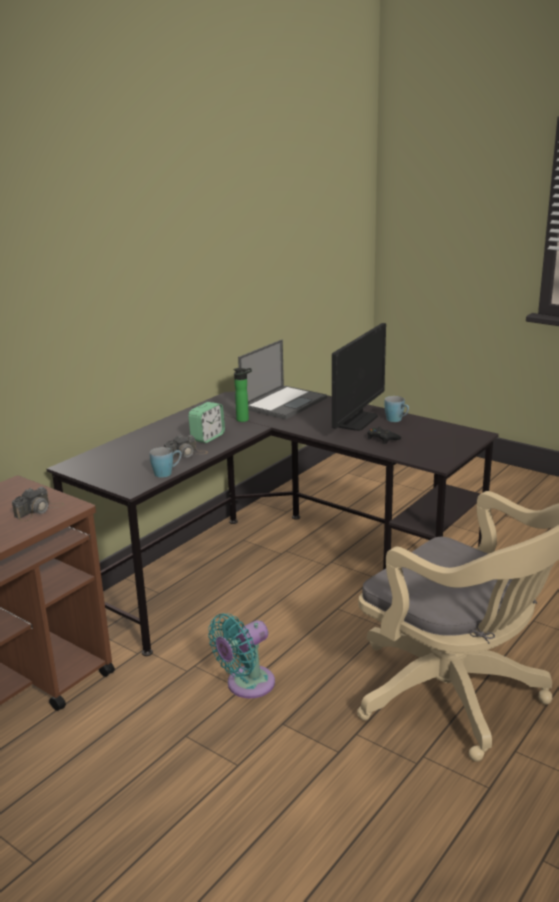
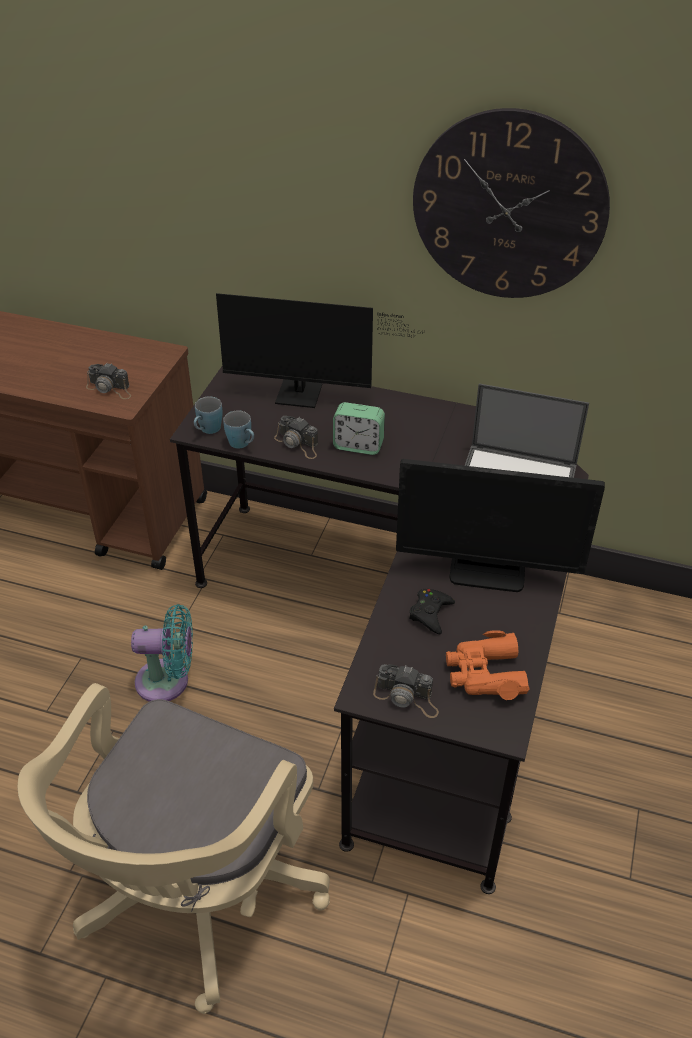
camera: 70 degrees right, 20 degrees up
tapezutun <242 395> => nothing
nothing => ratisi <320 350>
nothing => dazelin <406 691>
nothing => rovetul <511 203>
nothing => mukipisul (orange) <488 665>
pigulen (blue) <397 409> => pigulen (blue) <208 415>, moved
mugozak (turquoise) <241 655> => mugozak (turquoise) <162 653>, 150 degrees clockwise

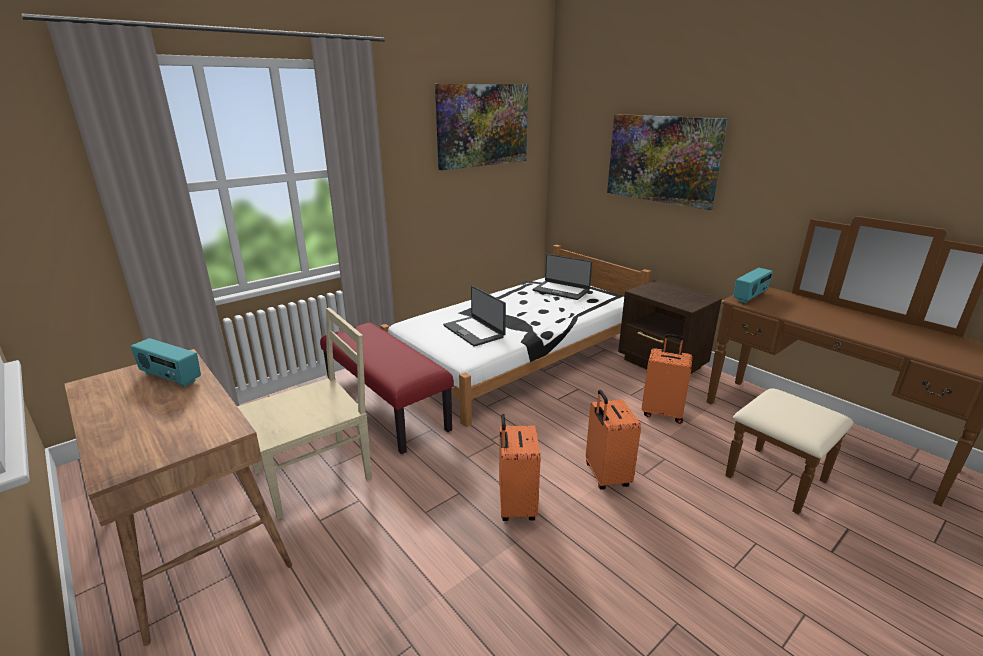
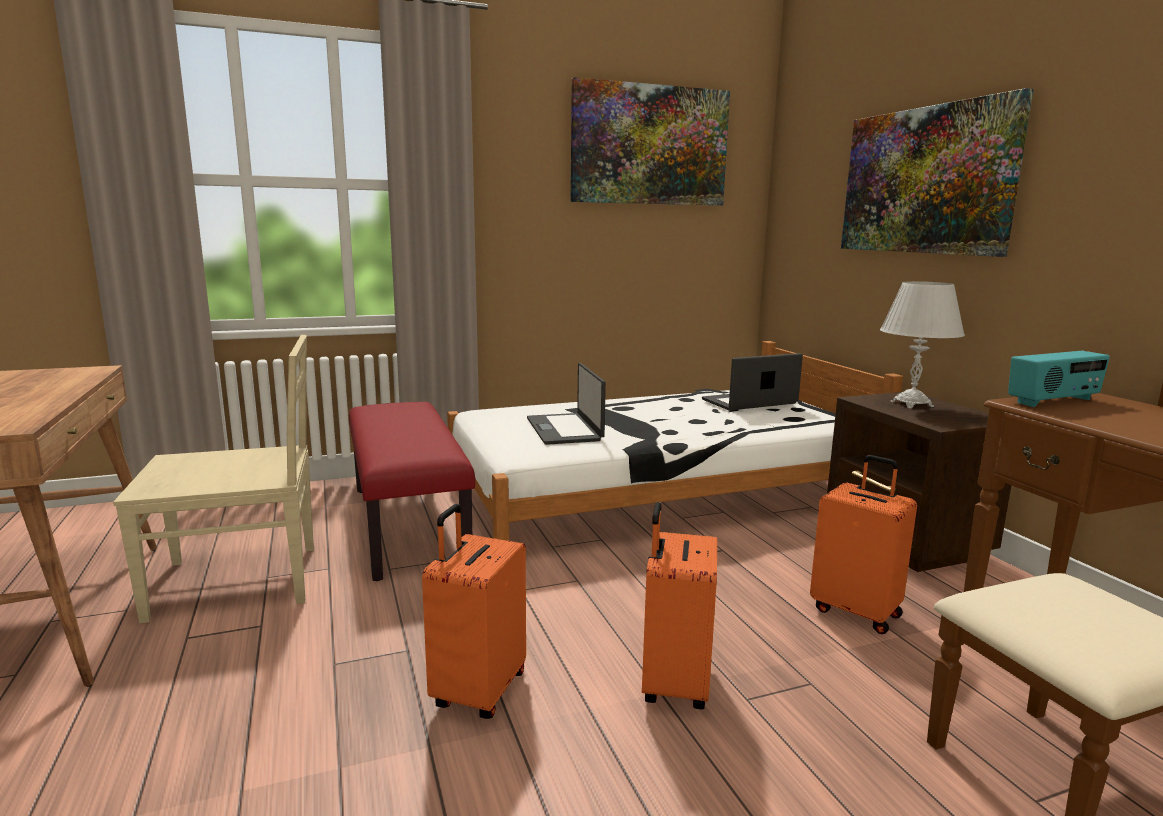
camera: 20 degrees right, 10 degrees down
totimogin <165 362> => nothing
nothing => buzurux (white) <922 344>
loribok <562 277> => loribok <752 382>, 105 degrees clockwise

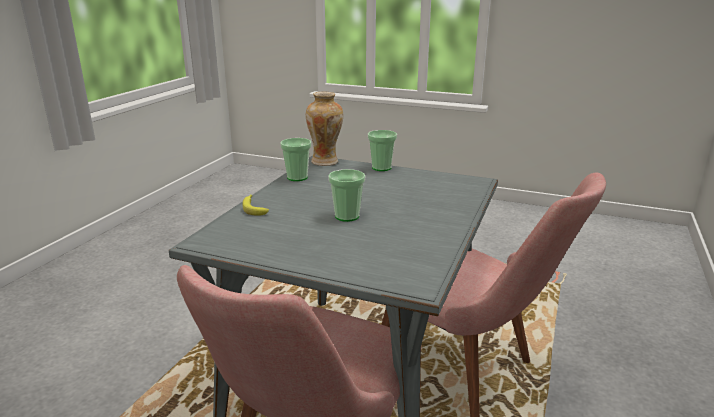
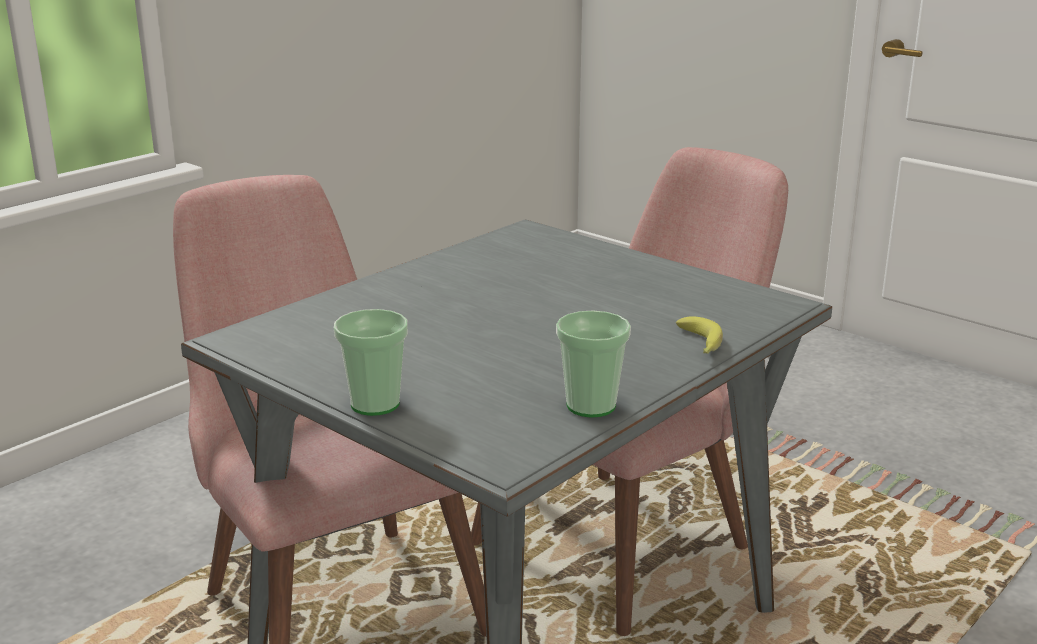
camera: 160 degrees left, 0 degrees up
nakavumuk <324 129> => nothing
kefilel <346 195> => nothing

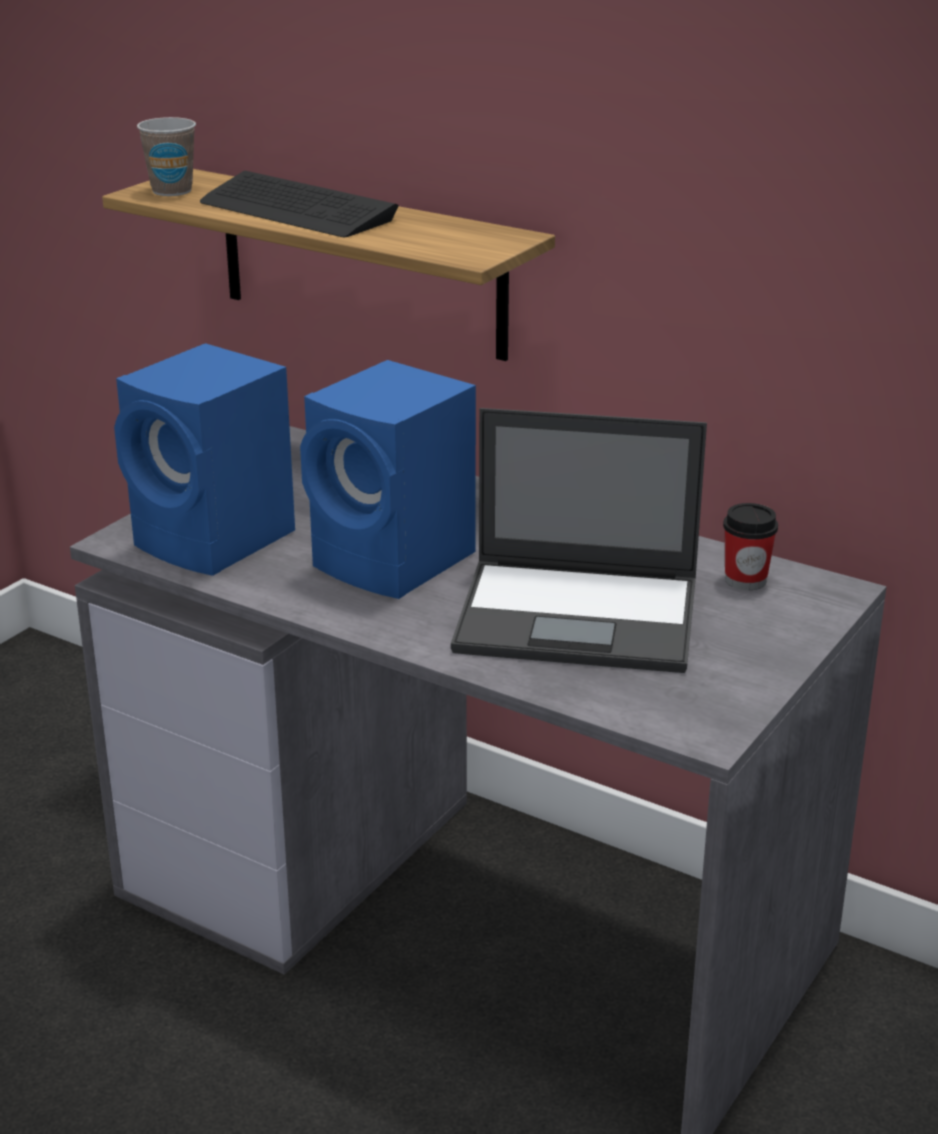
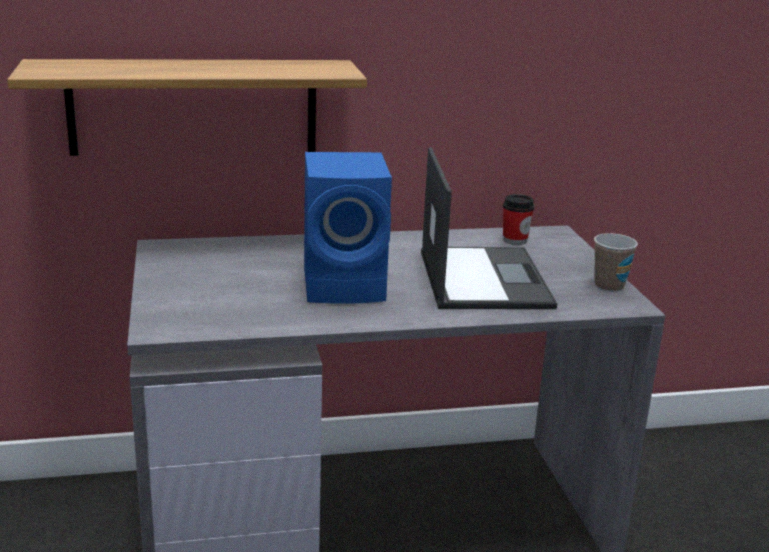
camera: 45 degrees left, 5 degrees down
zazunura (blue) <204 459> => nothing
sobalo <299 204> => nothing
kefilel <166 156> => kefilel <616 262>, moved
loribok <579 540> => loribok <489 228>, 60 degrees counterclockwise

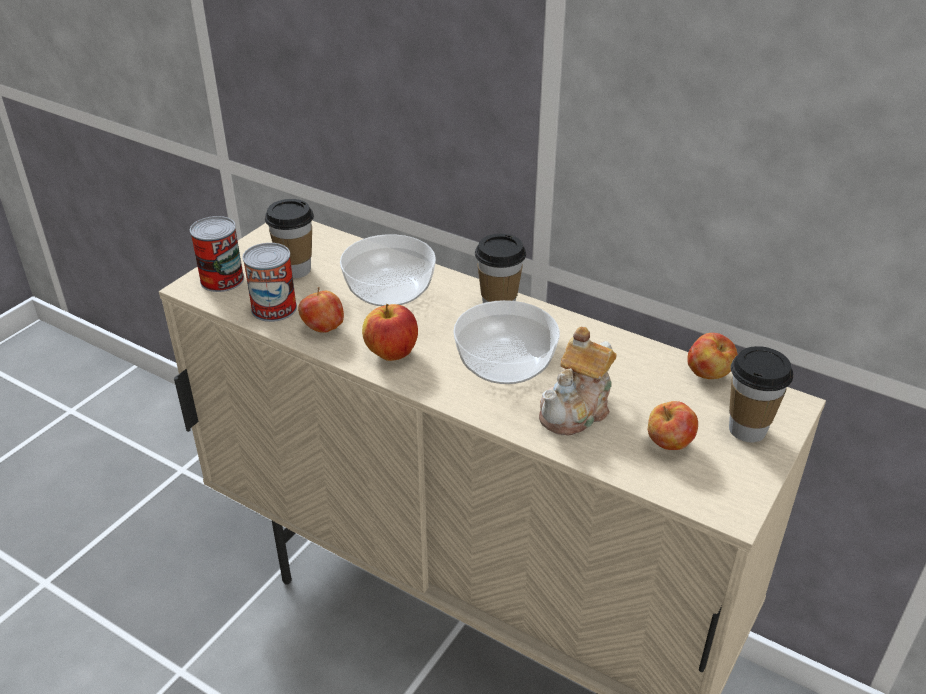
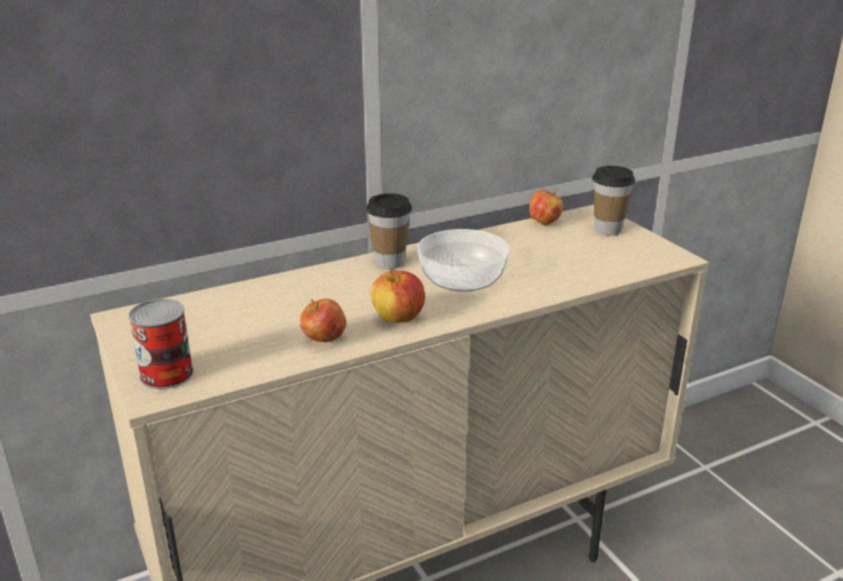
camera: 60 degrees left, 10 degrees down
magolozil <269 282> => nothing
kefilel <289 238> => nothing
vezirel <388 270> => nothing
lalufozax <578 381> => nothing
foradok <673 425> => nothing

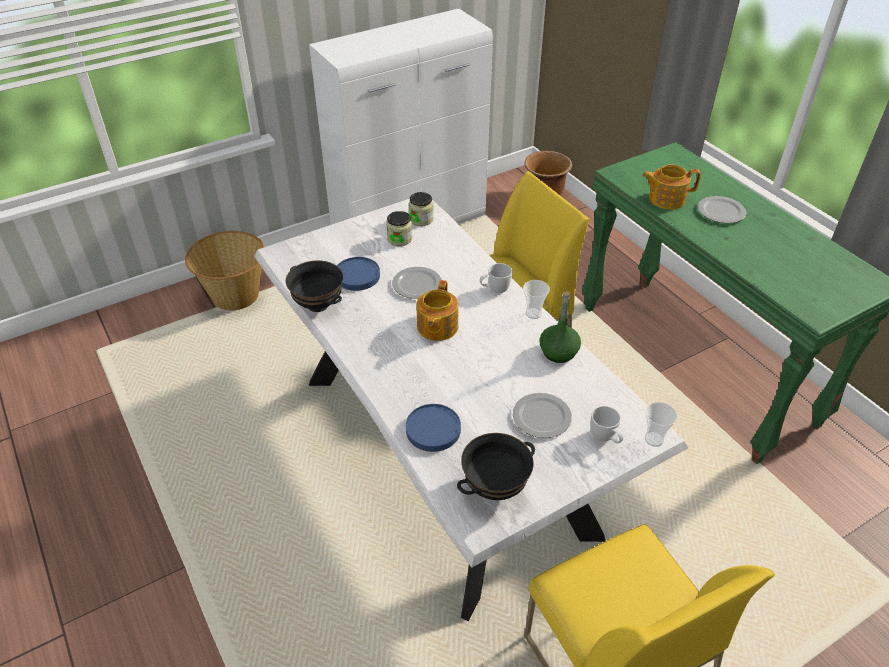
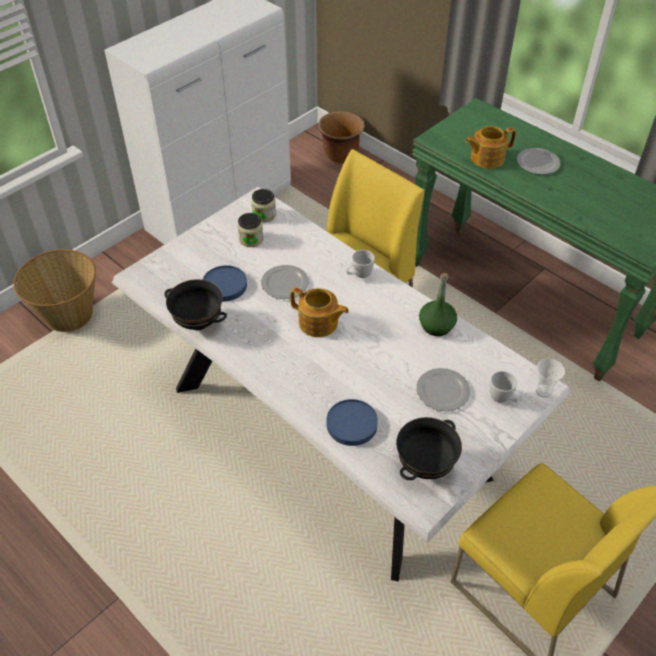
camera: 15 degrees left, 5 degrees up
kefilel <536 299> => nothing
lalufozax <437 310> => lalufozax <319 312>, 60 degrees counterclockwise

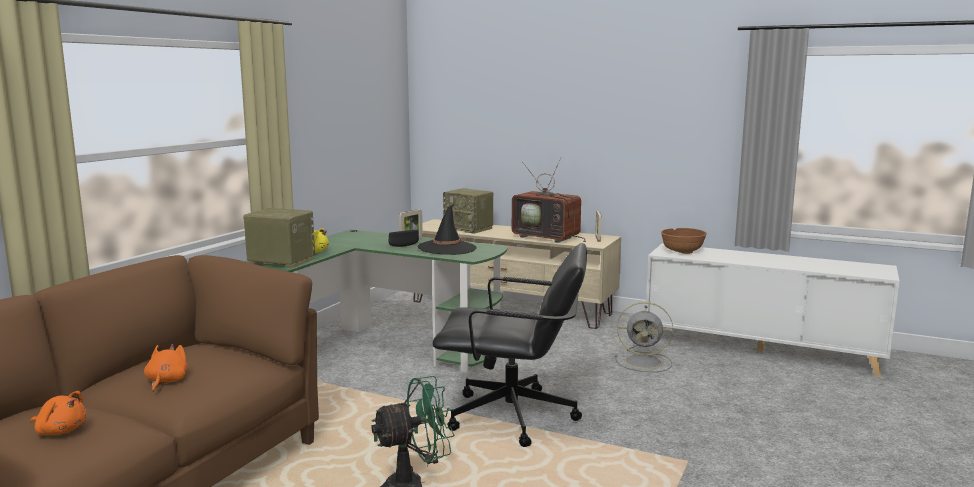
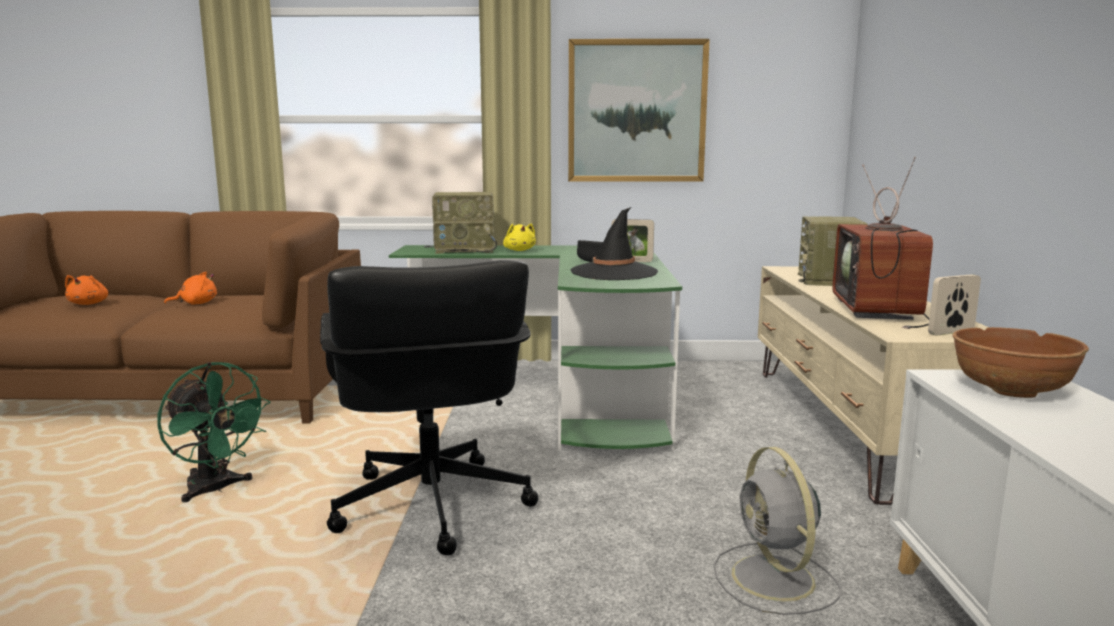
camera: 65 degrees right, 0 degrees up
nothing => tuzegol <639 110>
totimogin <279 238> => totimogin <464 223>, 90 degrees clockwise

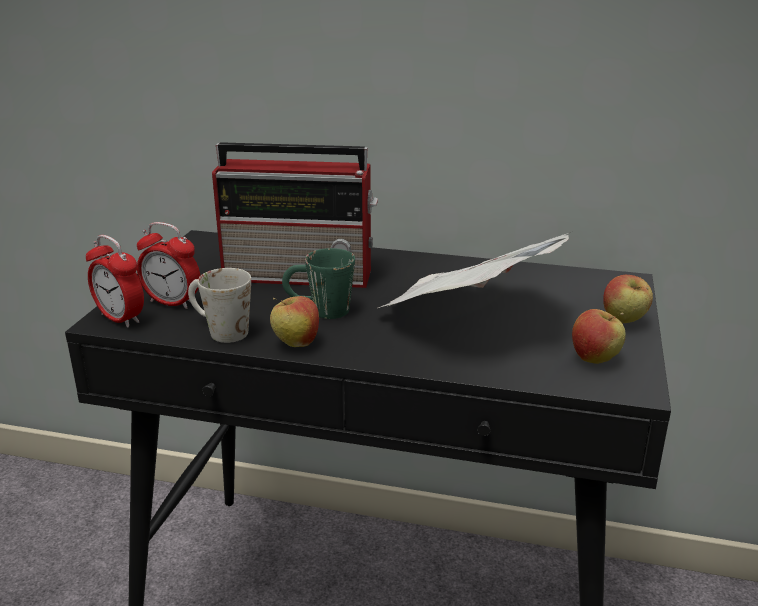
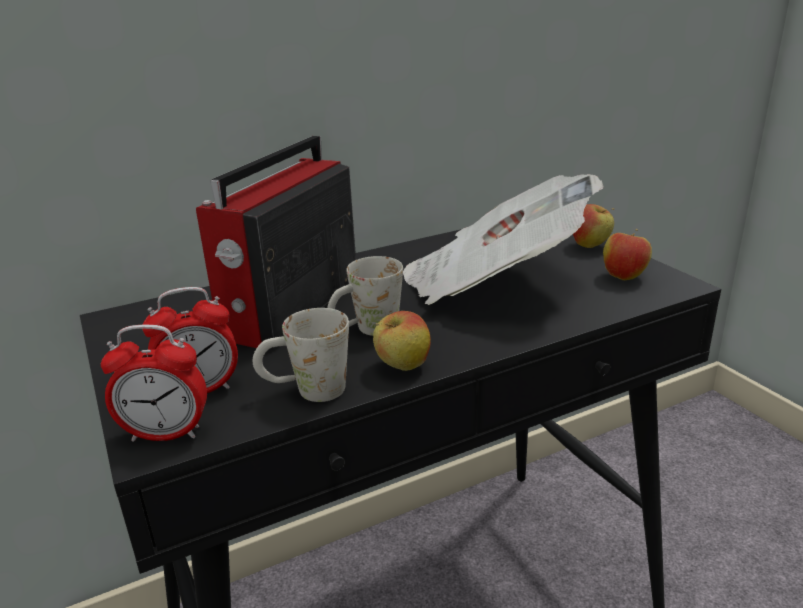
camera: 40 degrees left, 0 degrees up
pigulen (green) <318 283> => pigulen (white) <365 296>
totimogin <295 215> => totimogin <276 242>, 150 degrees clockwise

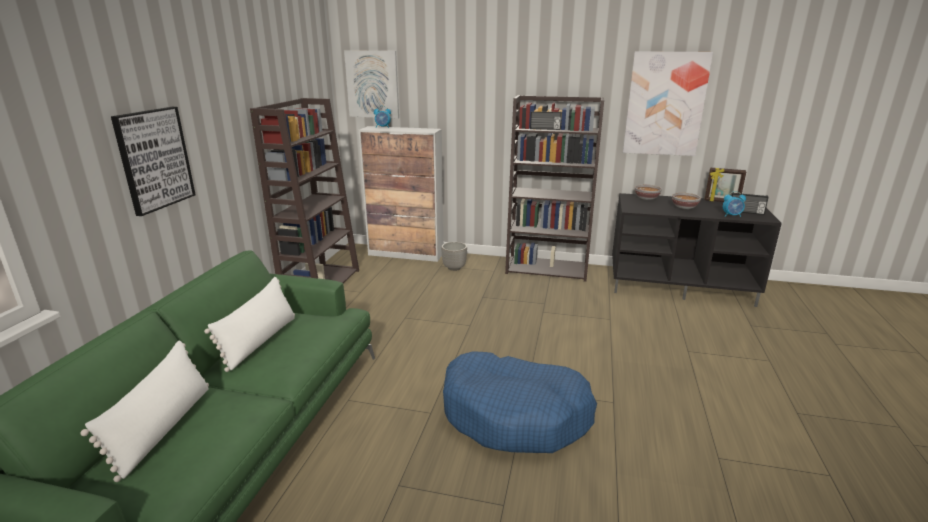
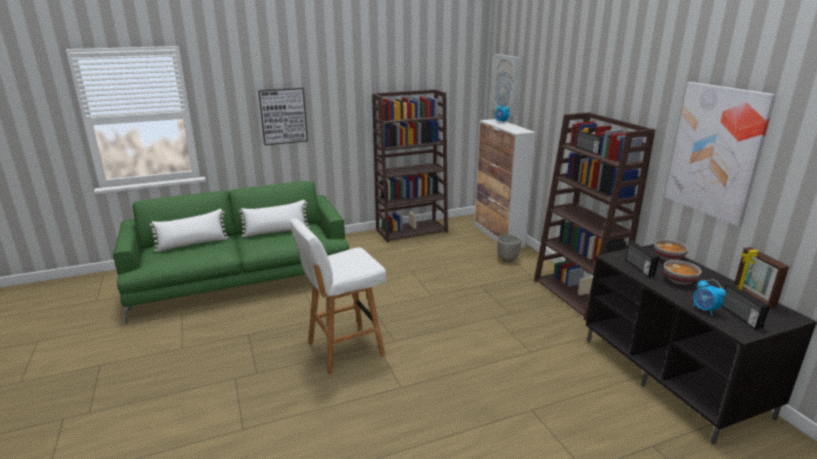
camera: 55 degrees right, 0 degrees up
nothing => totimogin <642 259>
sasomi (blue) <520 402> => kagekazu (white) <338 296>

